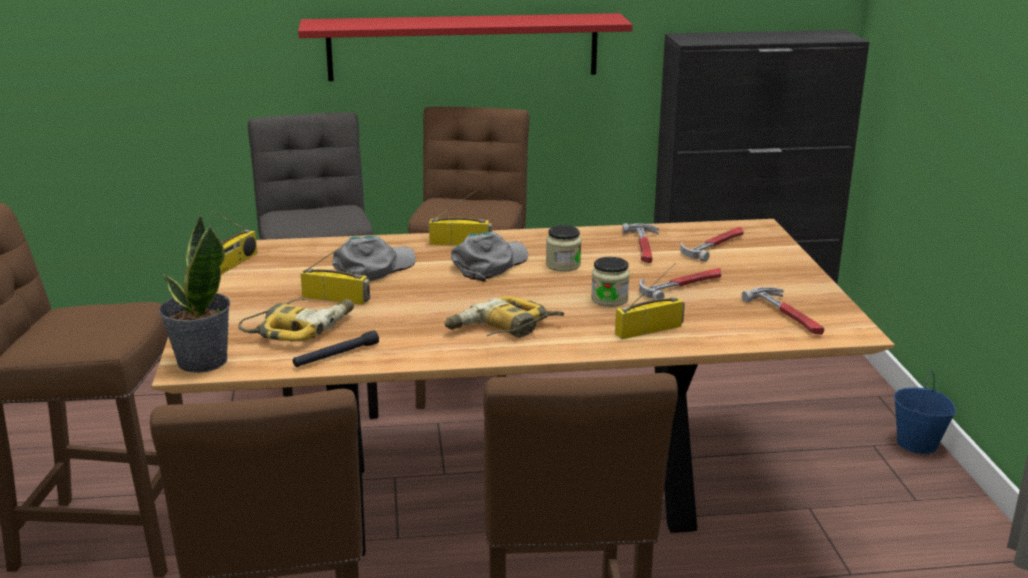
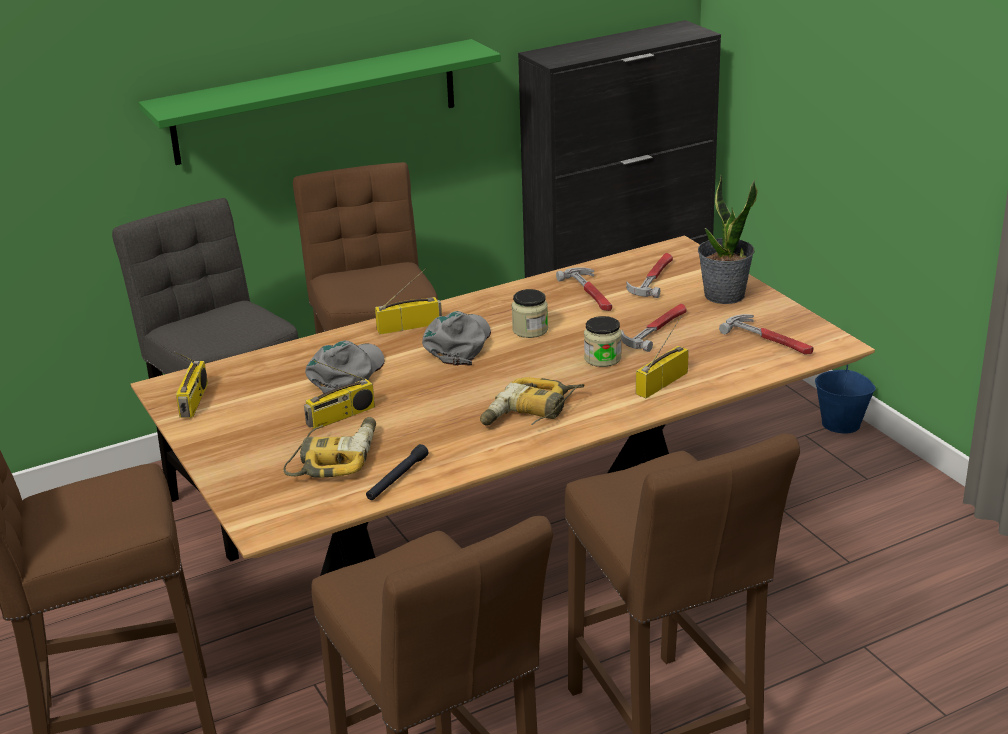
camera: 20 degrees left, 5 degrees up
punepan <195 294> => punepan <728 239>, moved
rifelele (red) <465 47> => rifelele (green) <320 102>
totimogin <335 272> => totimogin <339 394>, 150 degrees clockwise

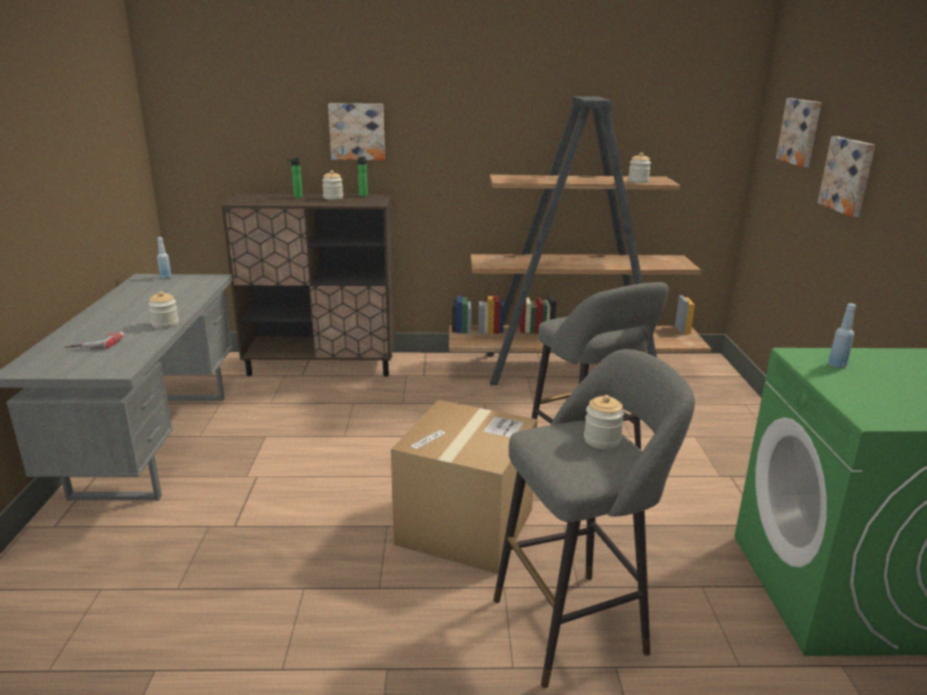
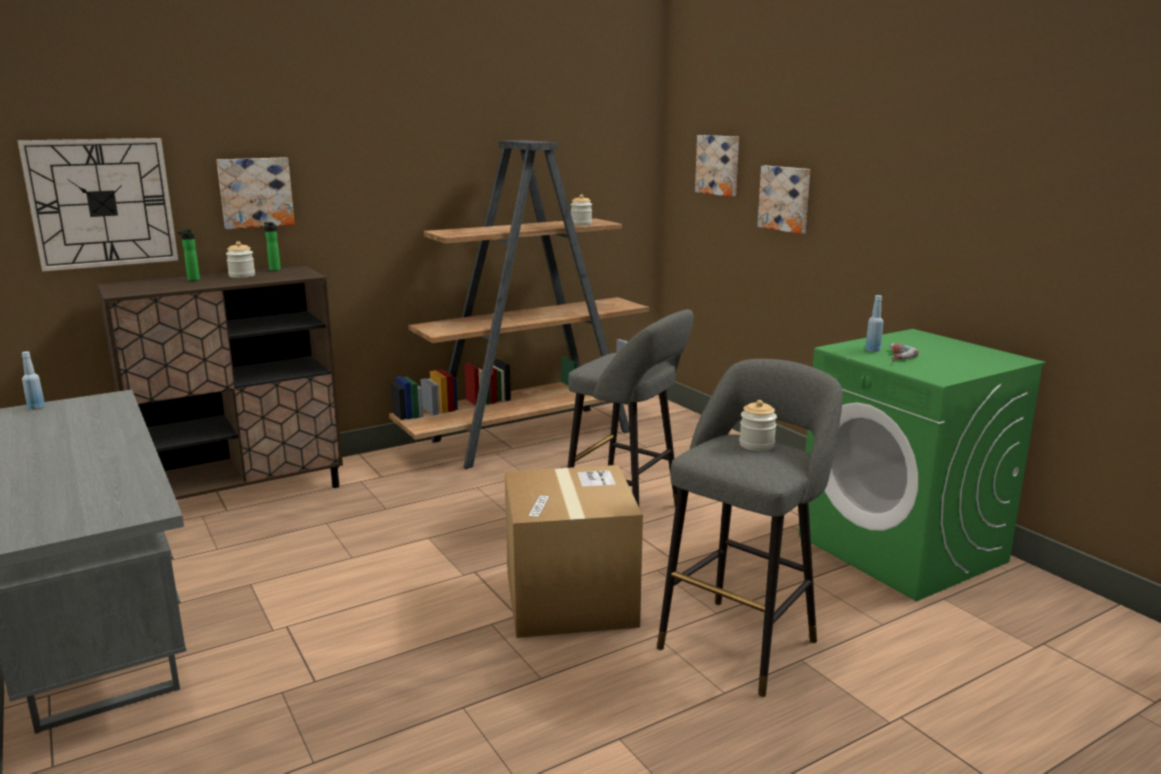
camera: 30 degrees left, 5 degrees down
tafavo <163 310> => nothing
nothing => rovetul <98 205>
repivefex <94 340> => repivefex <904 352>, moved

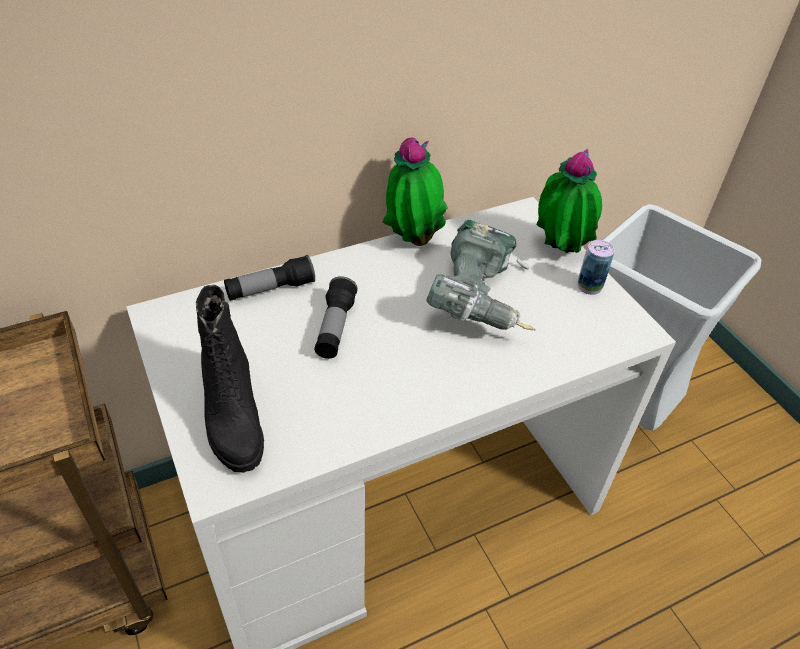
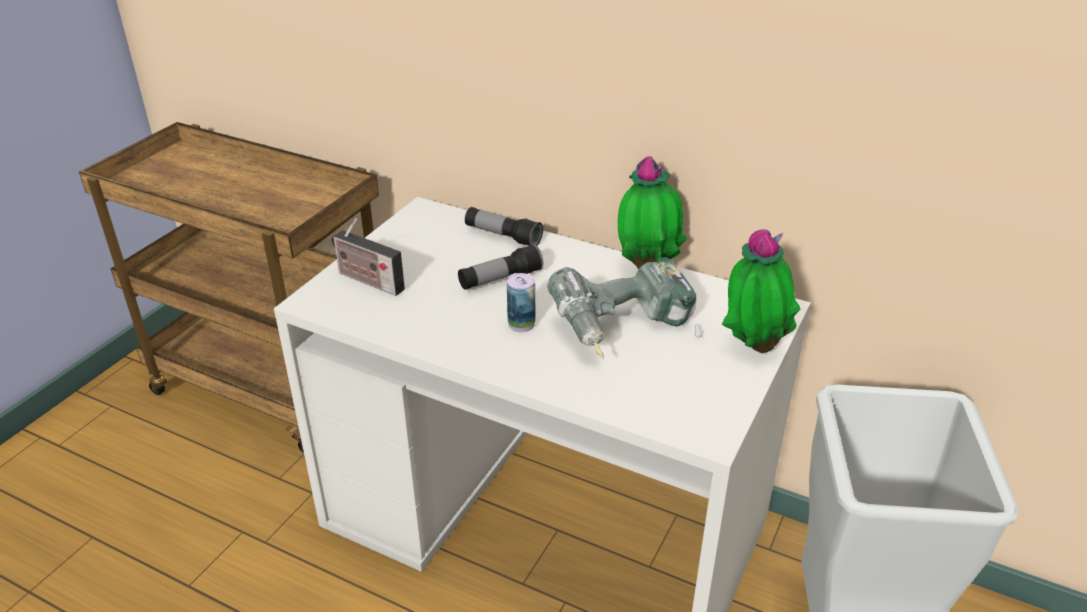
camera: 55 degrees right, 10 degrees down
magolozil <596 267> => magolozil <521 302>, moved
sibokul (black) <230 378> => totimogin <368 257>

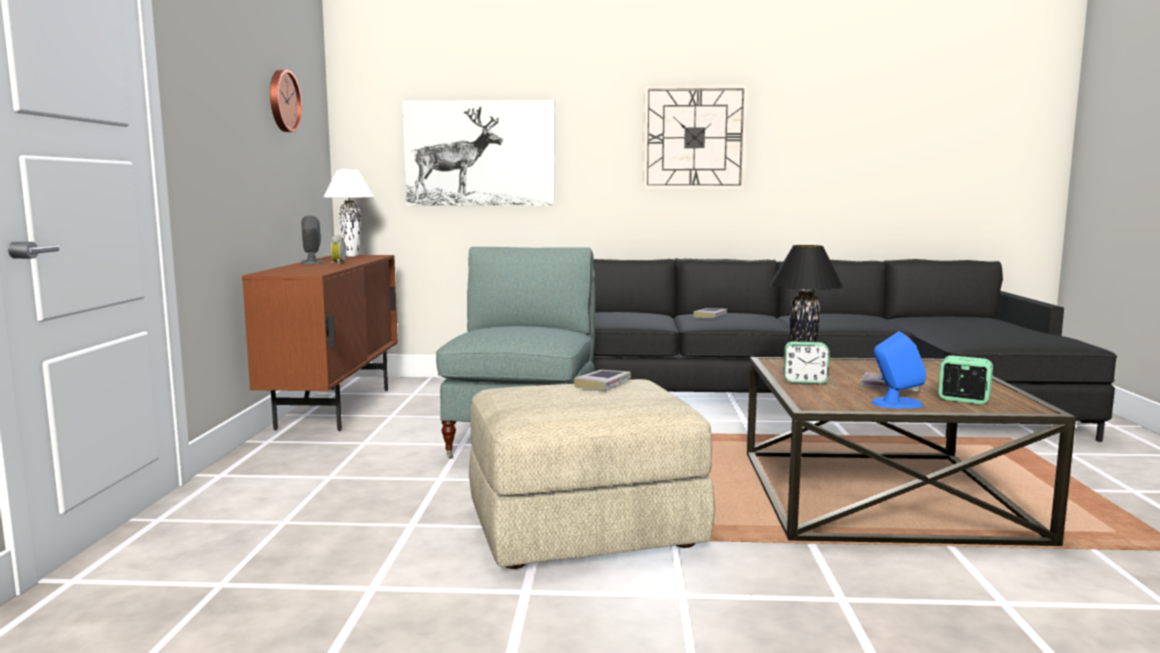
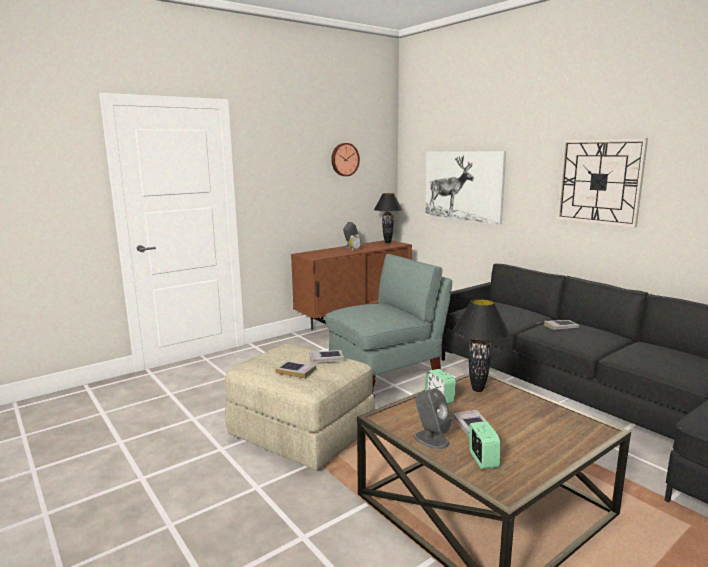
camera: 50 degrees right, 5 degrees up
nothing => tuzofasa <296 369>
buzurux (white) <348 213> => buzurux (black) <388 218>
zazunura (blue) <899 370> => zazunura (grey) <432 419>

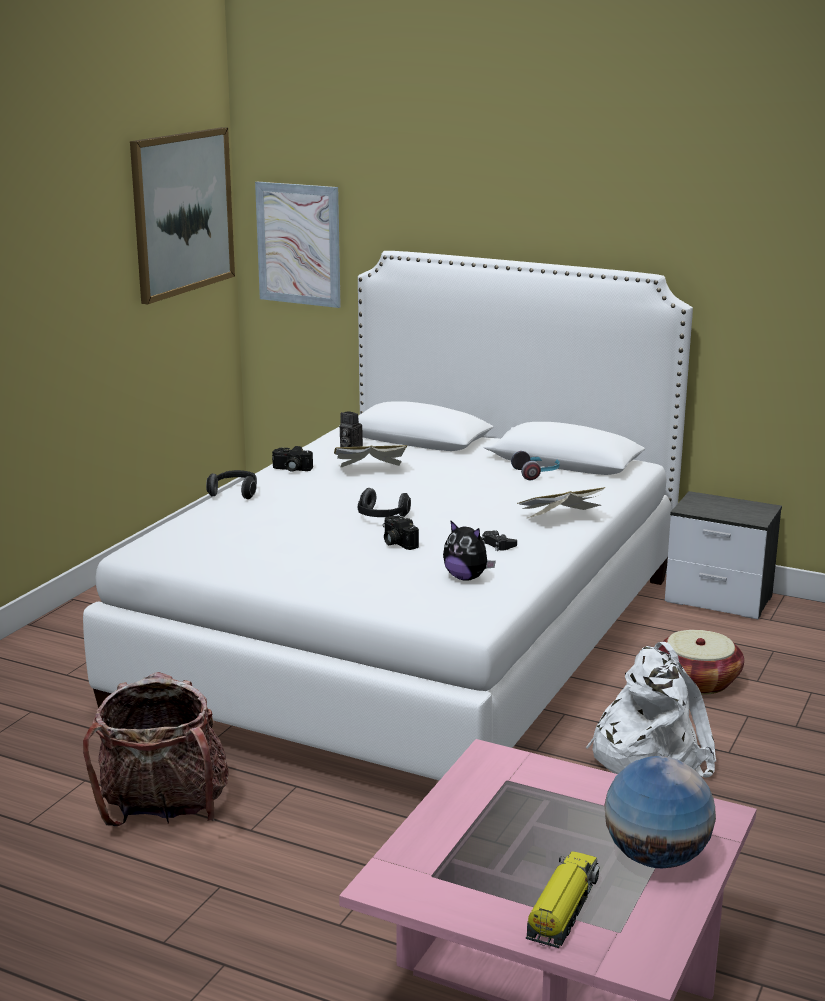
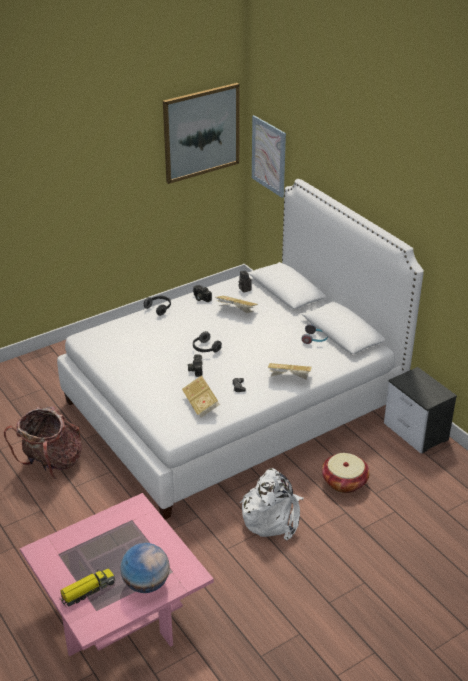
camera: 30 degrees right, 15 degrees up
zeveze <469 550> => tuzofasa <201 396>

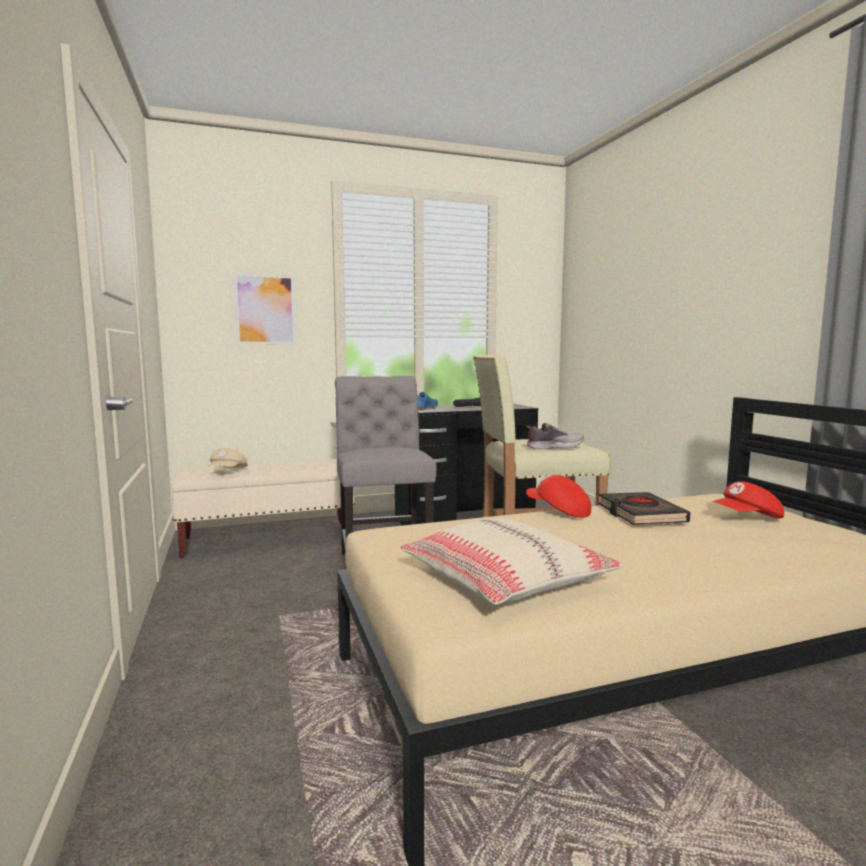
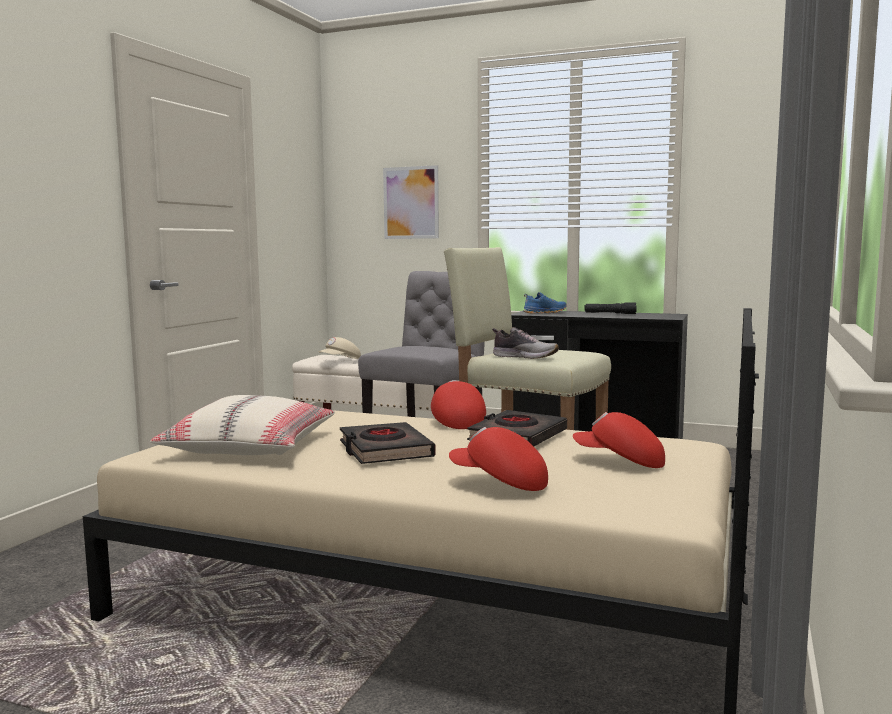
camera: 40 degrees right, 0 degrees up
nothing => tuzofasa (black) <388 443>
nothing => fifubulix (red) <498 459>

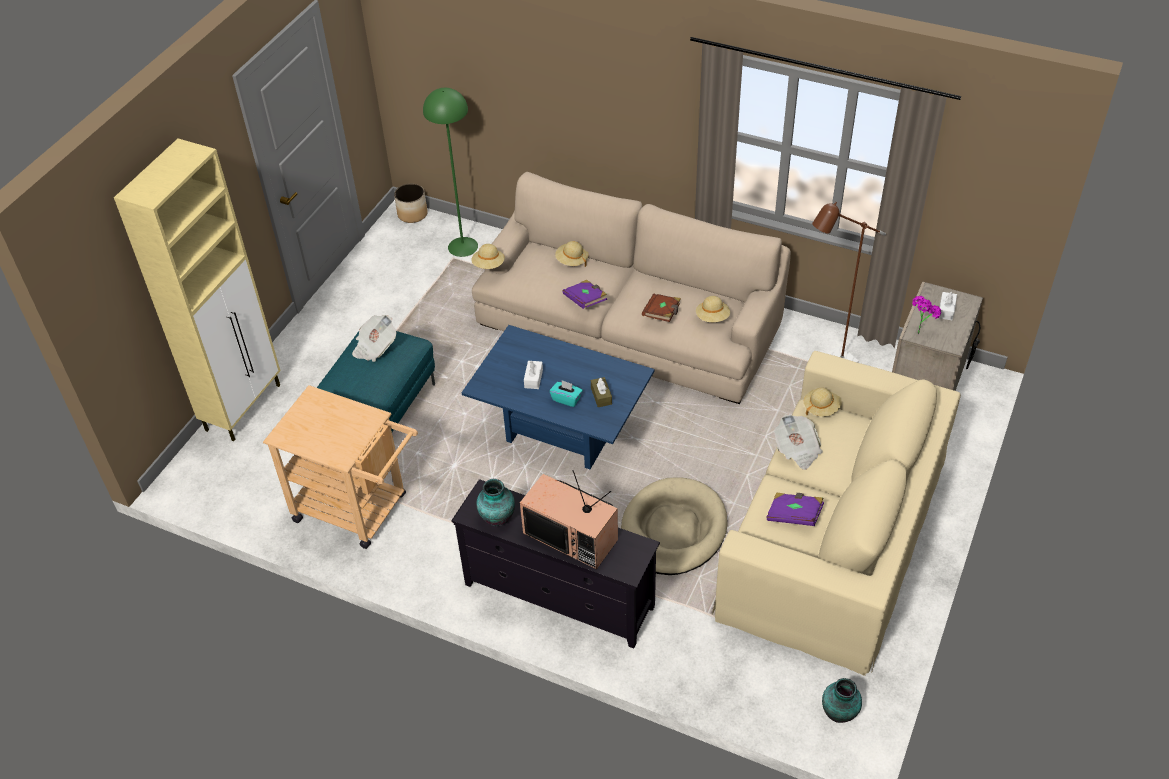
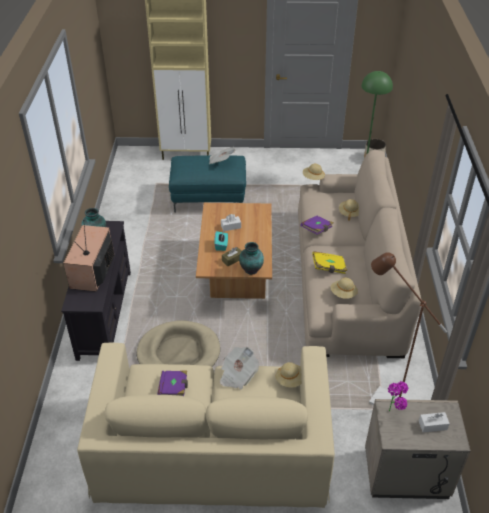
camera: 65 degrees right, 5 degrees down
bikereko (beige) <340 467> => nothing
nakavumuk <842 700> => nakavumuk <251 258>, moved
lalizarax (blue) <557 397> => lalizarax (brown) <234 251>
tuzofasa (brown) <661 308> => tuzofasa (yellow) <329 262>

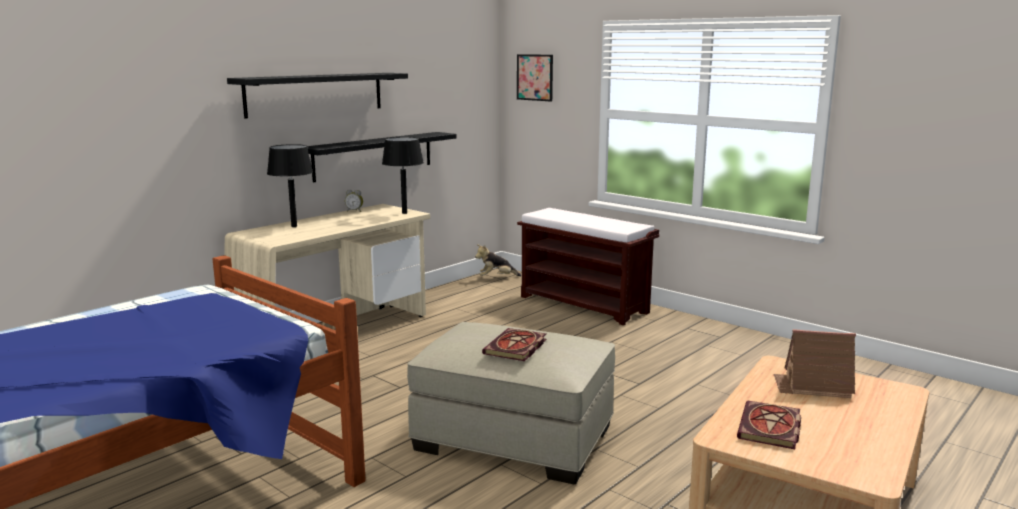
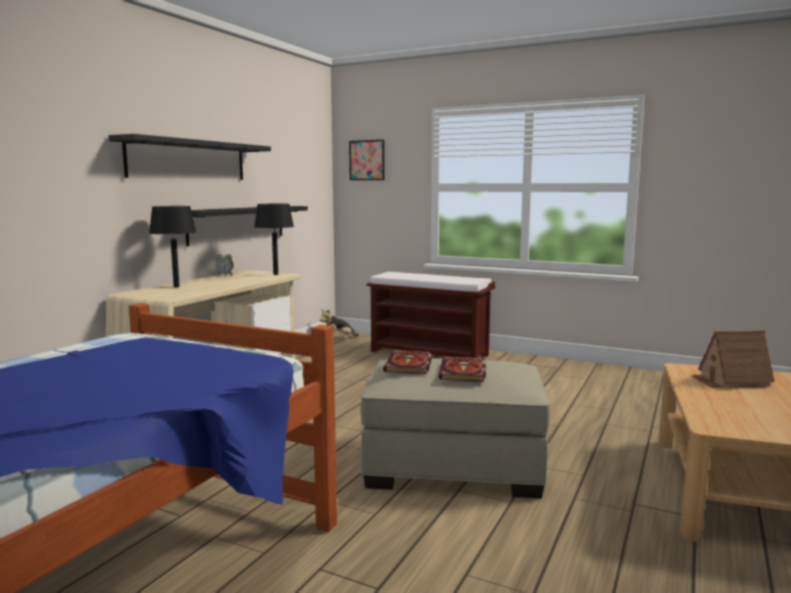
camera: 15 degrees left, 5 degrees down
tuzofasa <769 424> => tuzofasa <407 362>, moved

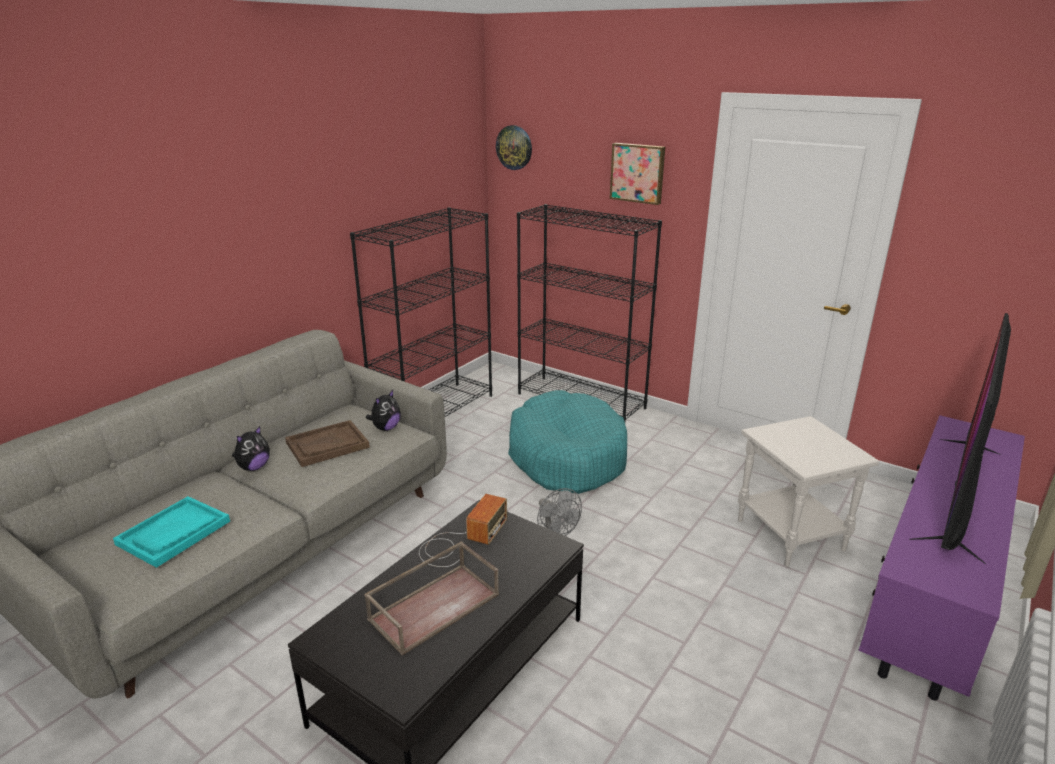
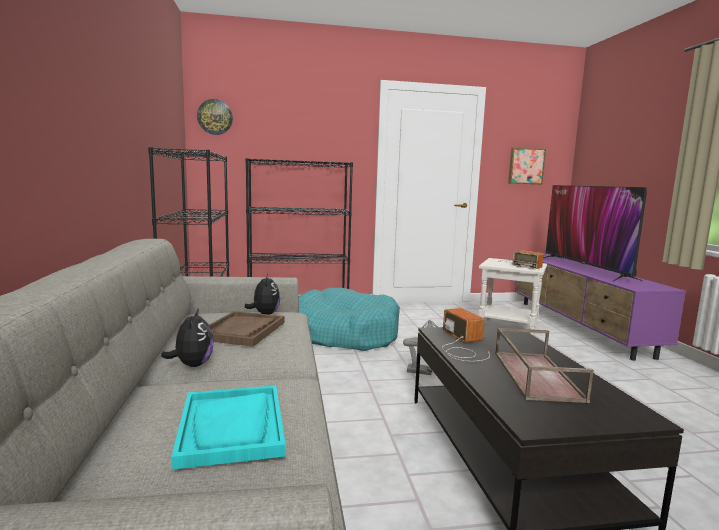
camera: 45 degrees left, 15 degrees down
nothing => totimogin <521 259>
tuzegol <637 174> => tuzegol <527 165>, moved

